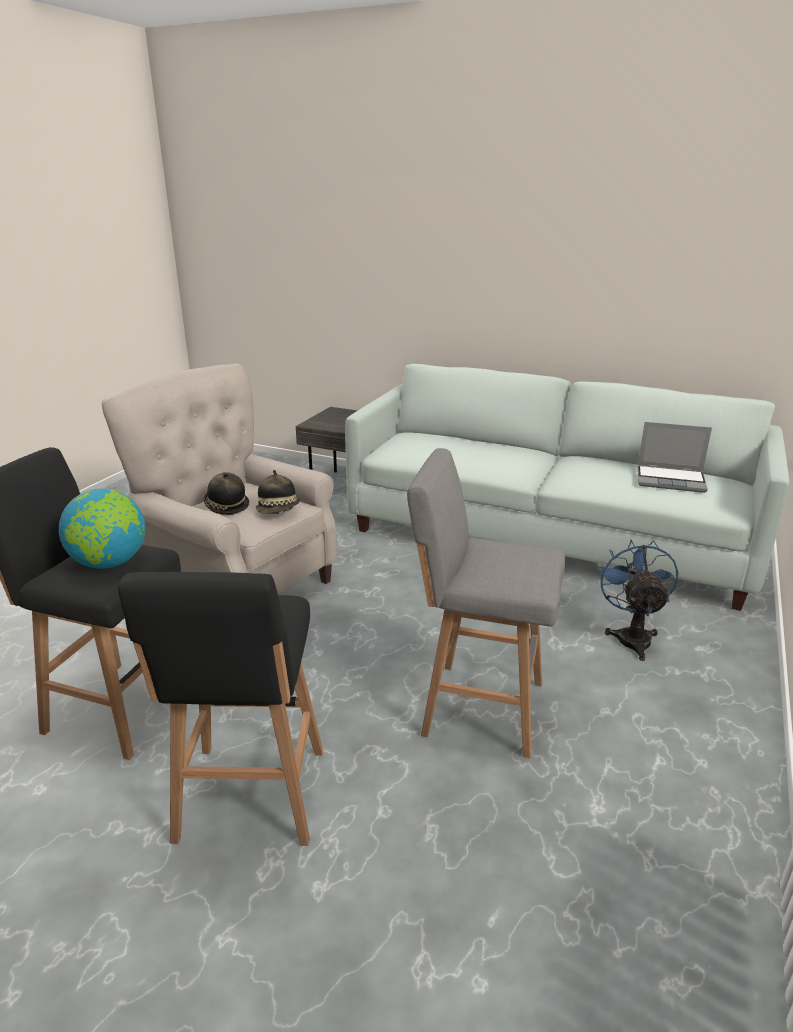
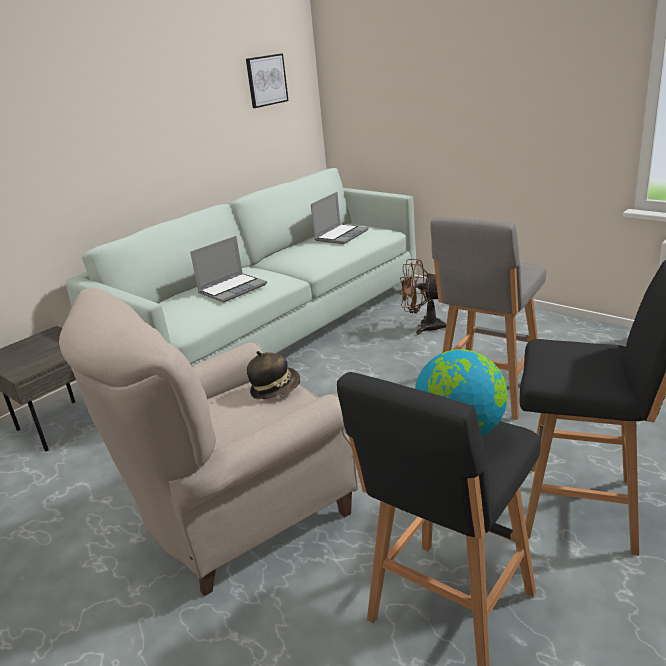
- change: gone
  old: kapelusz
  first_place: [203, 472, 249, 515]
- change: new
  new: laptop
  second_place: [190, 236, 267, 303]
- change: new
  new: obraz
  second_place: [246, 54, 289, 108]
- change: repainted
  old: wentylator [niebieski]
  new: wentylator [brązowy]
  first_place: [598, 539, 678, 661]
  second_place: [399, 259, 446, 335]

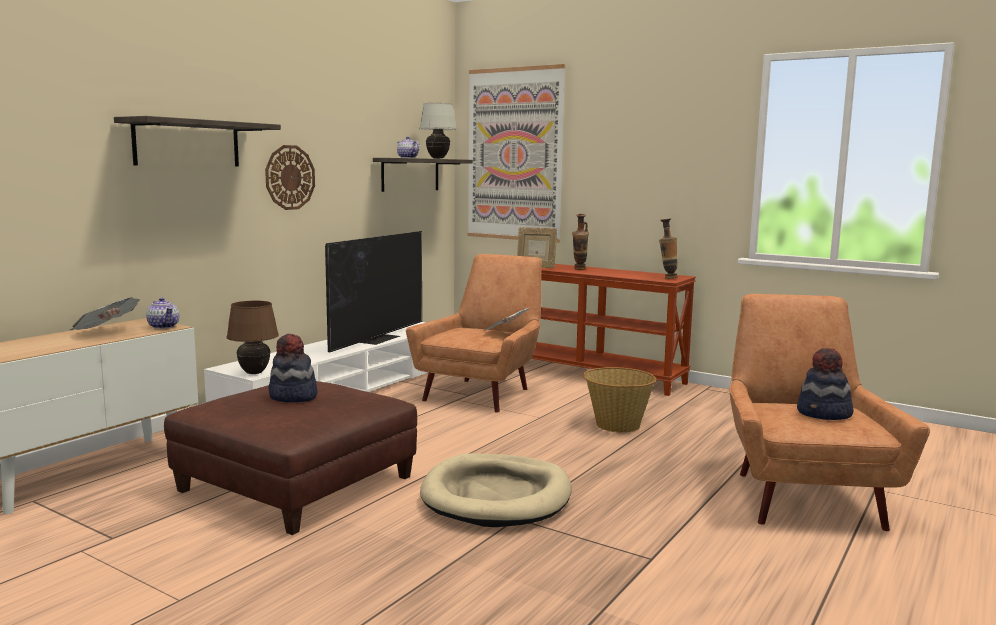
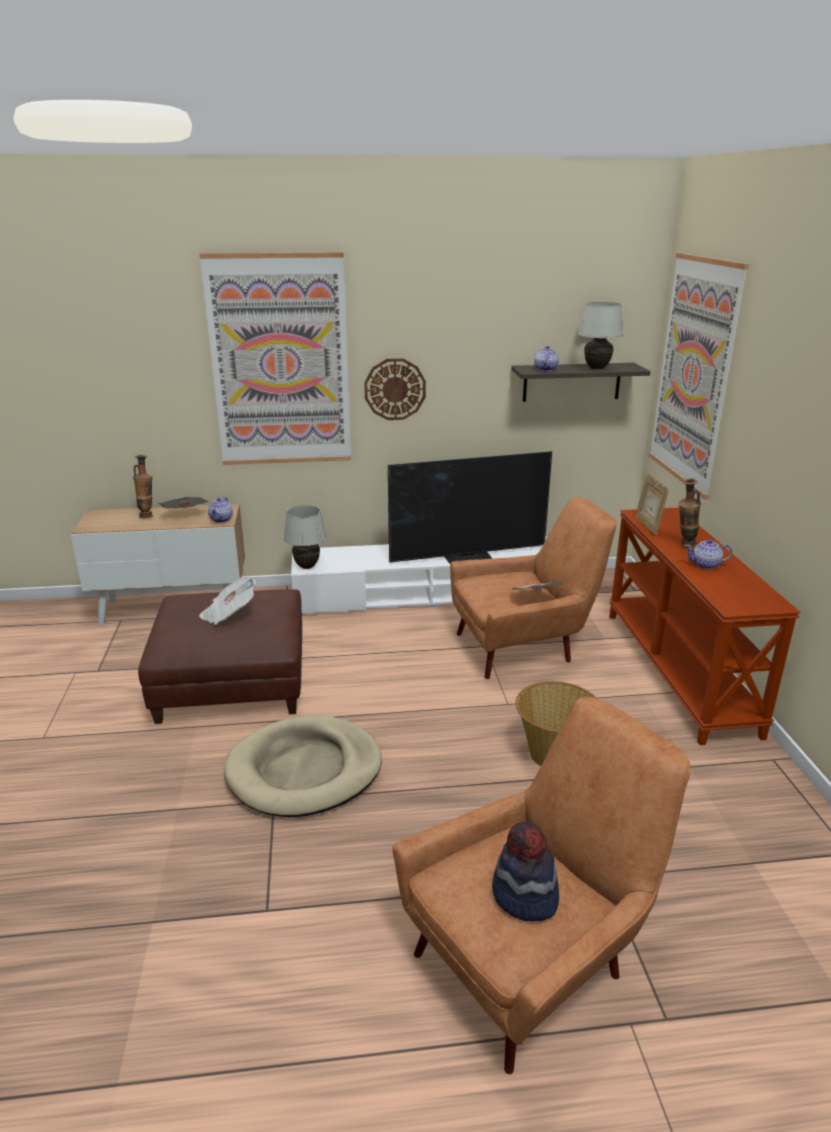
- change: new
  new: imbryk
  second_place: [685, 539, 732, 569]
- change: shifted
  old: wazon
  first_place: [659, 218, 678, 279]
  second_place: [133, 455, 153, 518]
- change: swapped
  old: półka
  new: obraz
  first_place: [114, 116, 281, 166]
  second_place: [199, 252, 351, 465]
- change: swapped
  old: kapelusz
  new: gazeta
  first_place: [268, 334, 317, 403]
  second_place: [199, 578, 257, 625]
- change: repainted
  old: lampa stołowa [brązowy]
  new: lampa stołowa [biały]
  first_place: [227, 301, 279, 374]
  second_place: [284, 505, 327, 569]

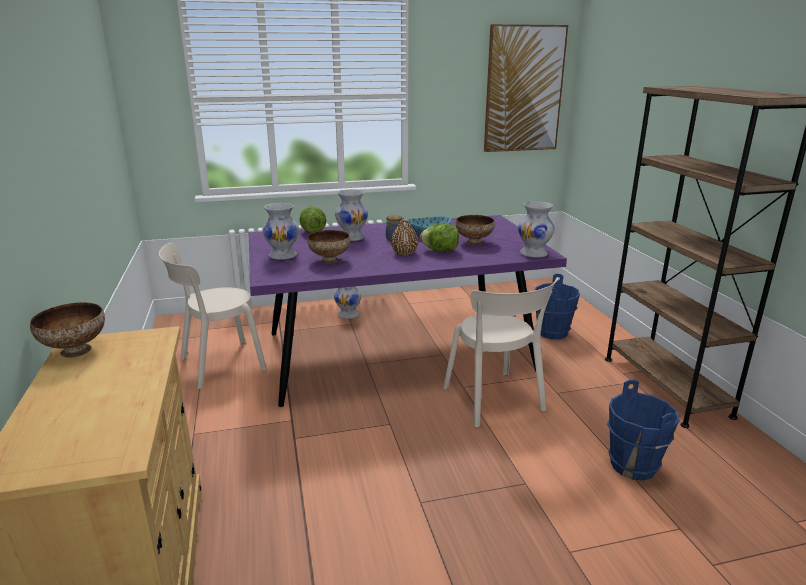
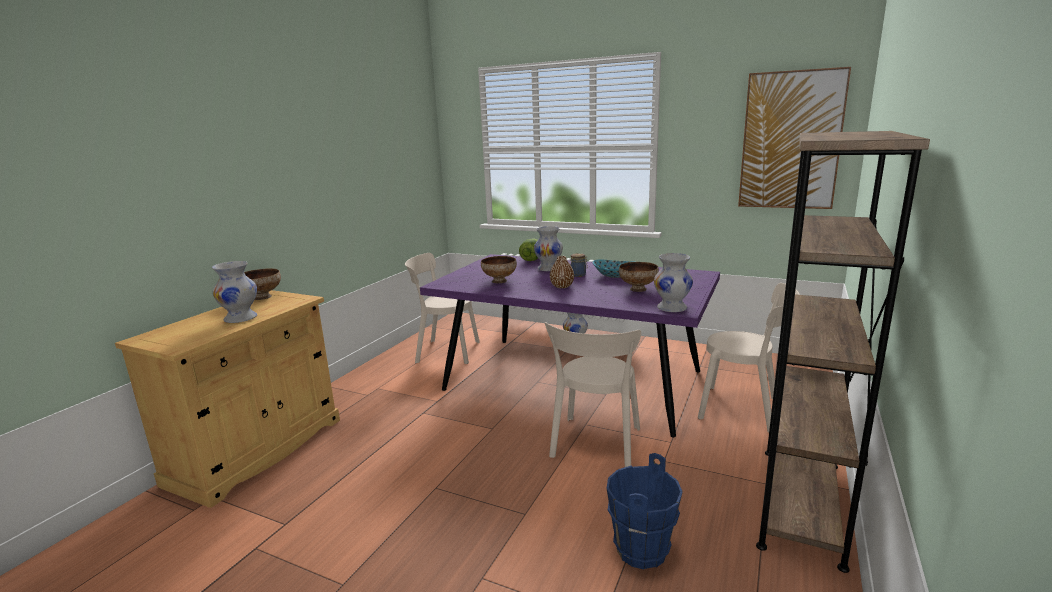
- change: gone
  old: sałata
  first_place: [420, 223, 459, 252]
- change: shifted
  old: wazon [biały]
  first_place: [262, 203, 299, 260]
  second_place: [212, 261, 257, 323]
- change: swapped
  old: wiadro [niebieski]
  new: krzesło [beżowy]
  first_place: [534, 274, 580, 339]
  second_place: [698, 283, 800, 432]

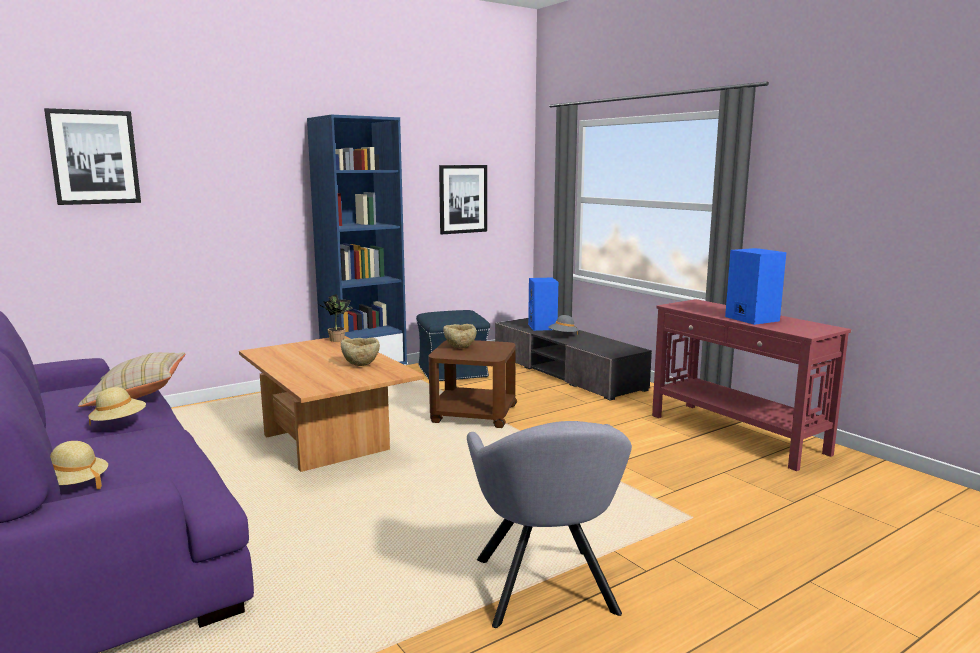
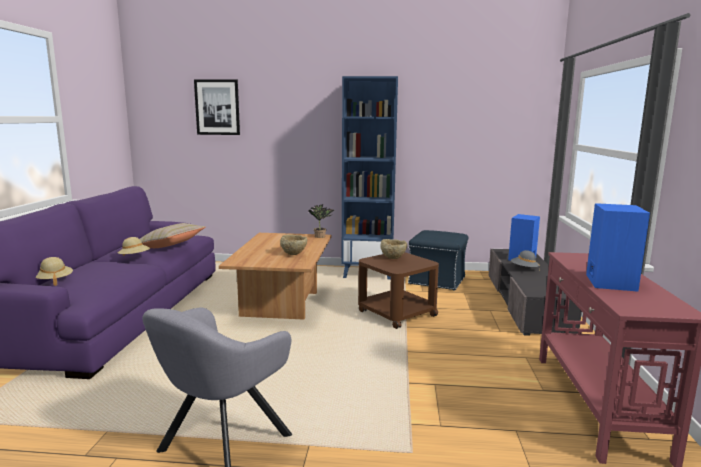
- change: gone
  old: obraz
  first_place: [439, 165, 487, 234]

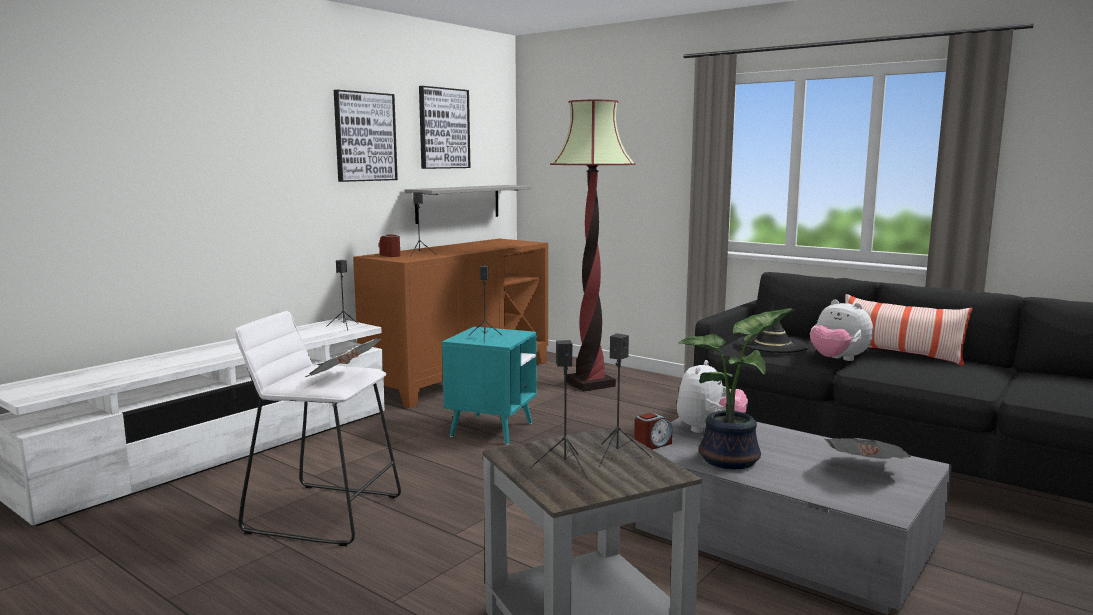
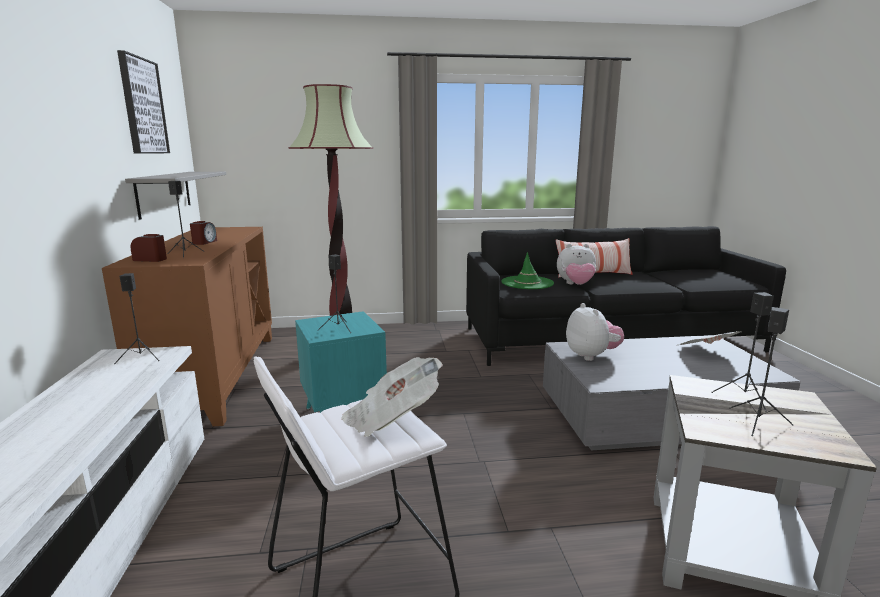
- change: gone
  old: obraz
  first_place: [334, 90, 398, 182]
- change: gone
  old: roślina doniczkowa
  first_place: [678, 308, 796, 469]
- change: shifted
  old: budzik
  first_place: [635, 412, 672, 450]
  second_place: [190, 221, 217, 245]
- change: repainted
  old: kapelusz [czarny]
  new: kapelusz [zielony]
  first_place: [737, 303, 810, 353]
  second_place: [501, 252, 554, 289]

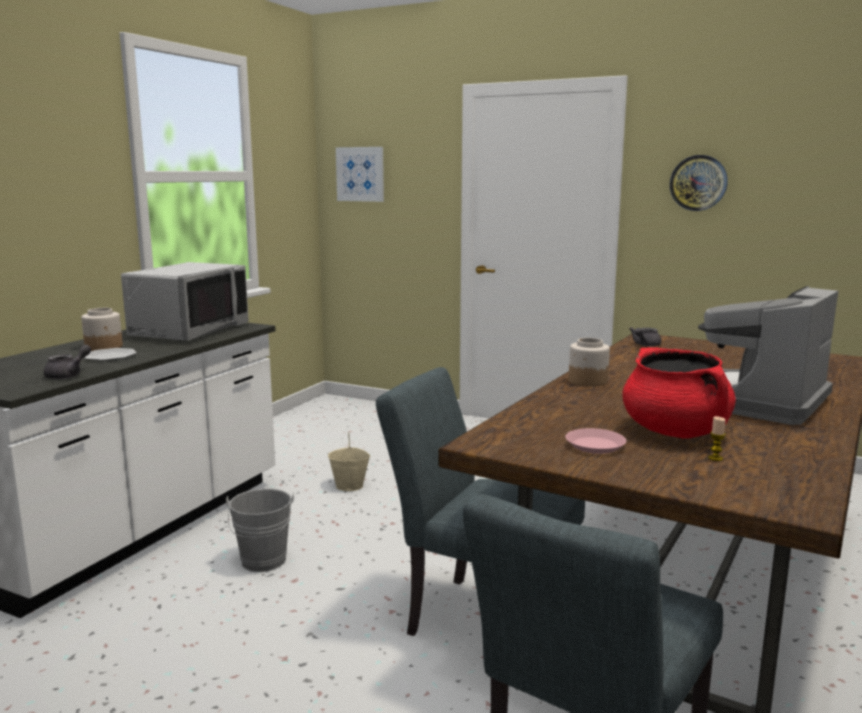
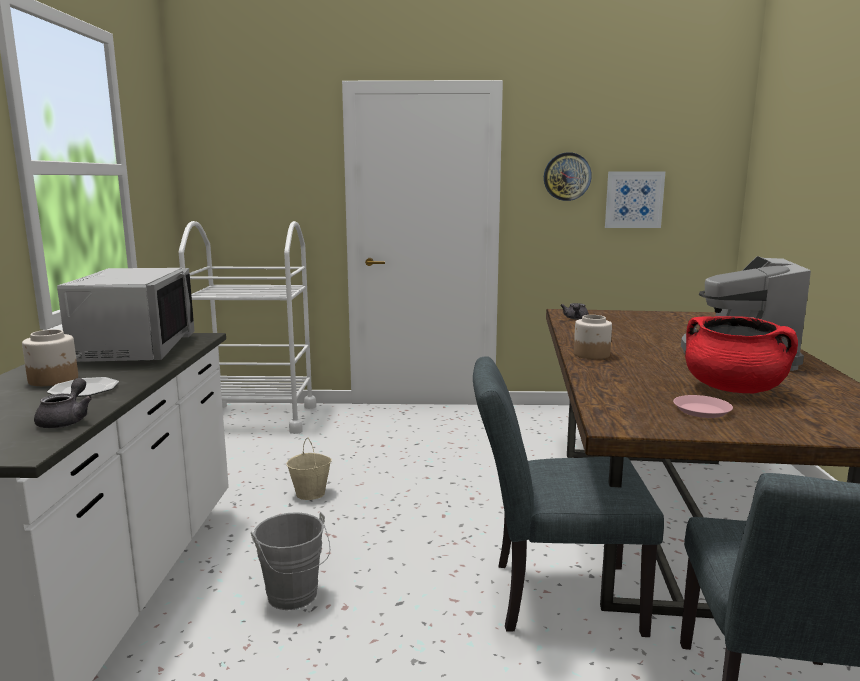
- change: gone
  old: świeca
  first_place: [708, 416, 726, 461]
- change: new
  new: wózek [biały]
  second_place: [179, 221, 316, 434]
- change: shifted
  old: obraz
  first_place: [336, 147, 384, 202]
  second_place: [605, 172, 665, 228]

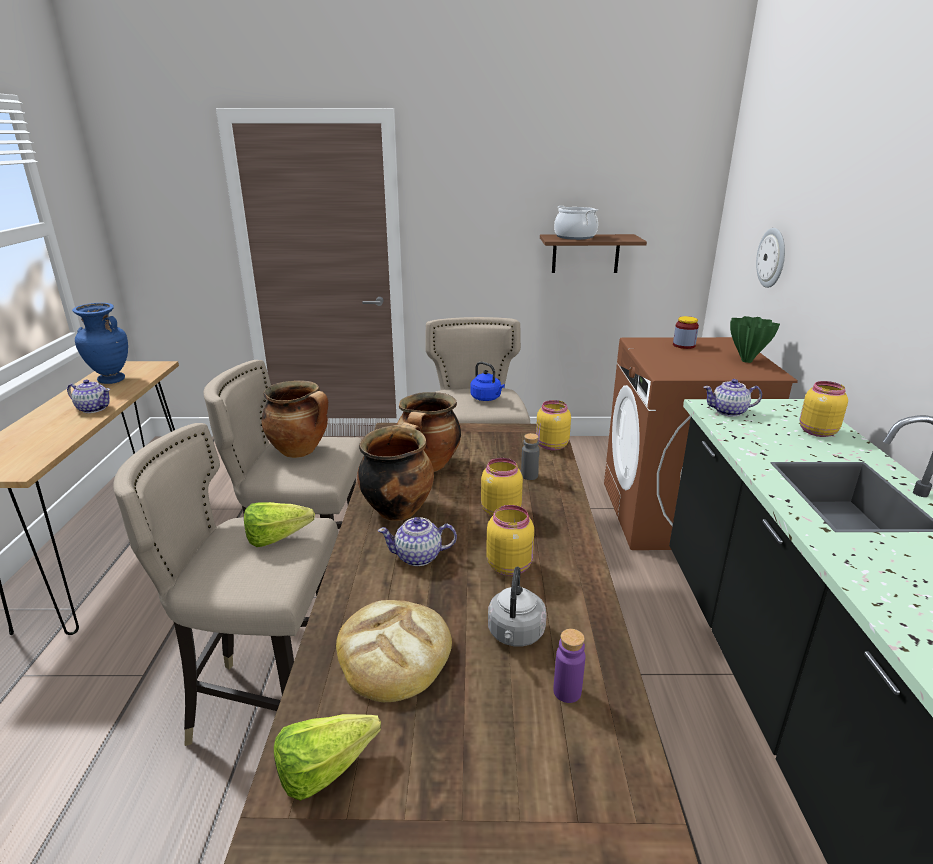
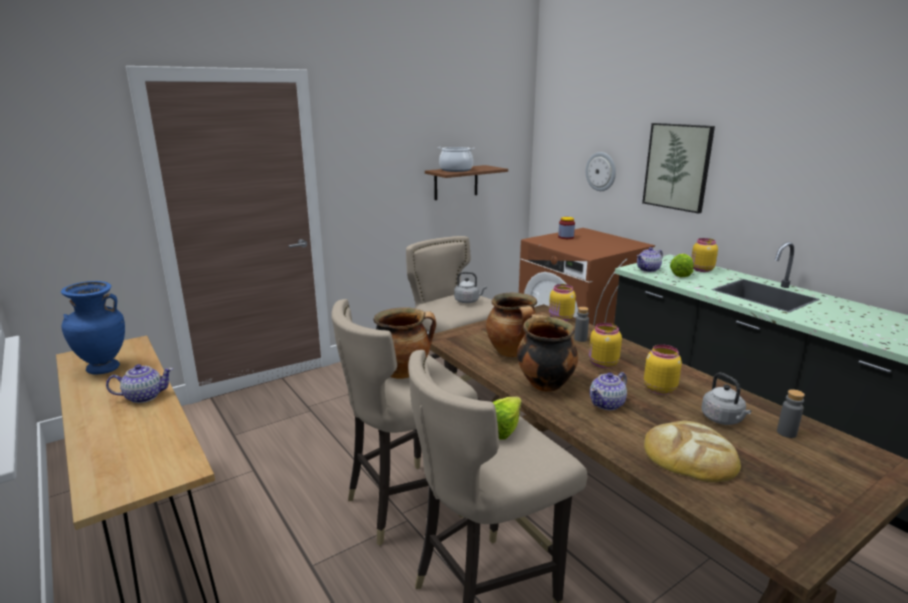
- change: gone
  old: wazon [zielony]
  first_place: [730, 316, 780, 363]
- change: new
  new: obraz
  second_place: [642, 123, 715, 214]
- change: shifted
  old: sałata
  first_place: [274, 714, 381, 801]
  second_place: [670, 254, 694, 277]
- change: repainted
  old: czajnik [niebieski]
  new: czajnik [szary]
  first_place: [470, 362, 505, 401]
  second_place: [454, 272, 487, 303]
- change: repainted
  old: butelka [fioletowy]
  new: butelka [szary]
  first_place: [553, 629, 585, 703]
  second_place: [777, 389, 805, 438]

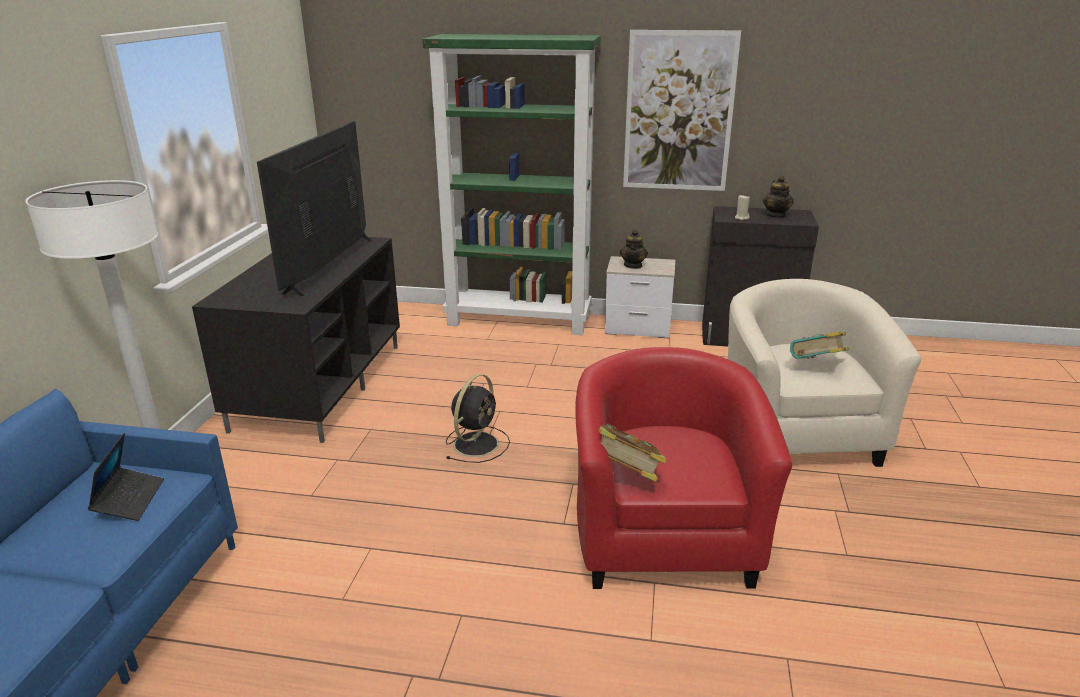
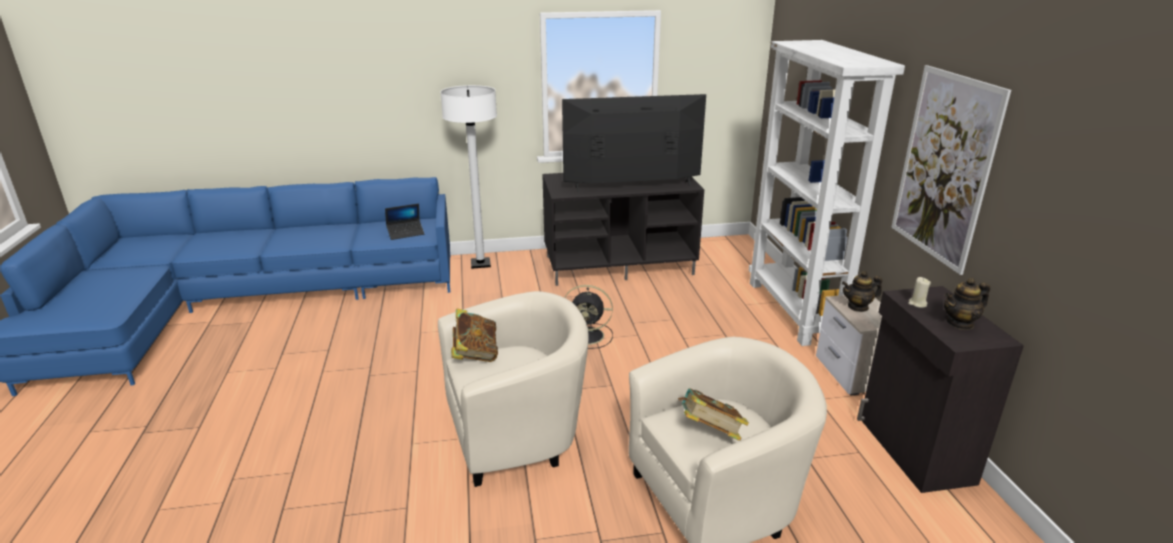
- change: repainted
  old: regał [zielony]
  new: regał [biały]
  first_place: [422, 34, 601, 335]
  second_place: [748, 40, 905, 346]
- change: repainted
  old: fotel [czerwony]
  new: fotel [beżowy]
  first_place: [575, 347, 792, 589]
  second_place: [438, 291, 589, 487]

